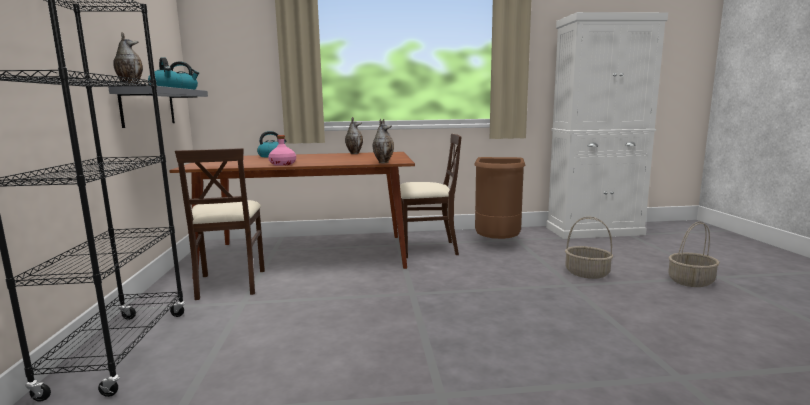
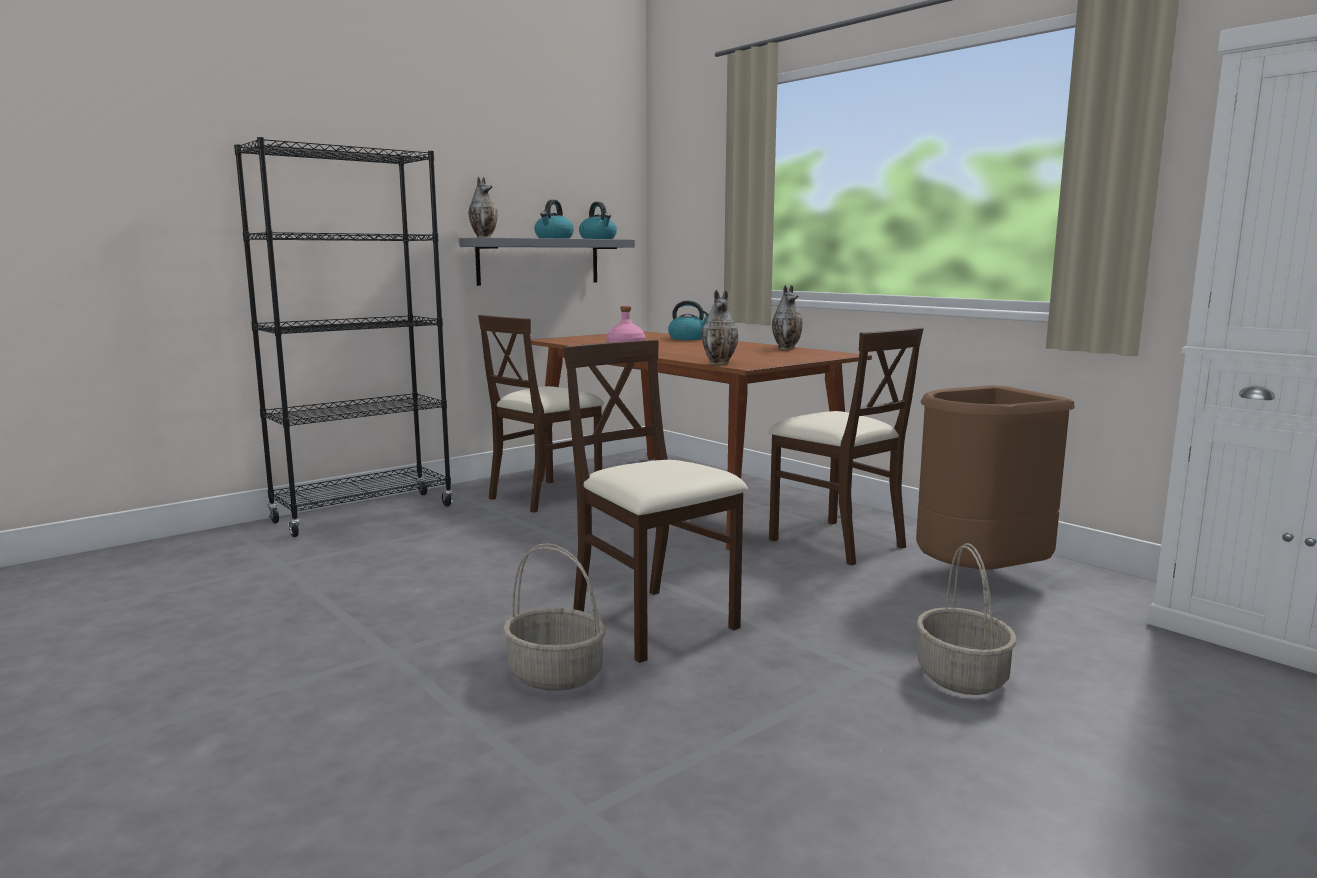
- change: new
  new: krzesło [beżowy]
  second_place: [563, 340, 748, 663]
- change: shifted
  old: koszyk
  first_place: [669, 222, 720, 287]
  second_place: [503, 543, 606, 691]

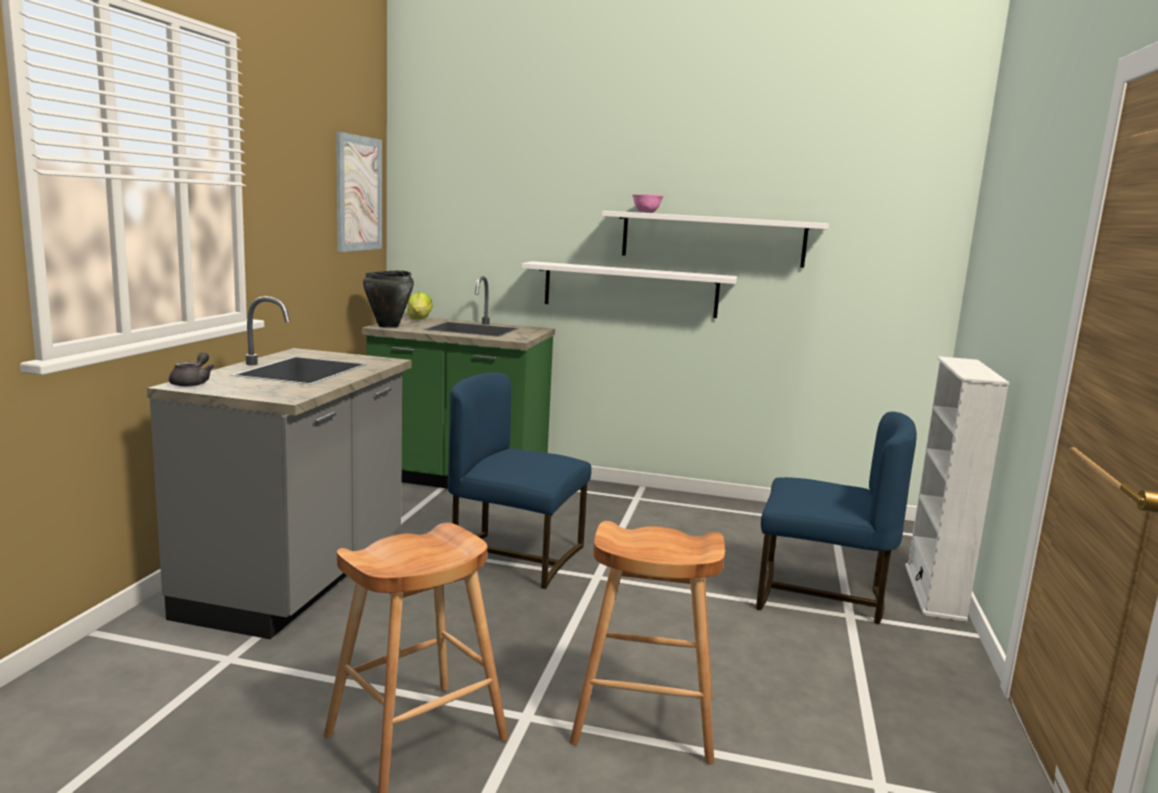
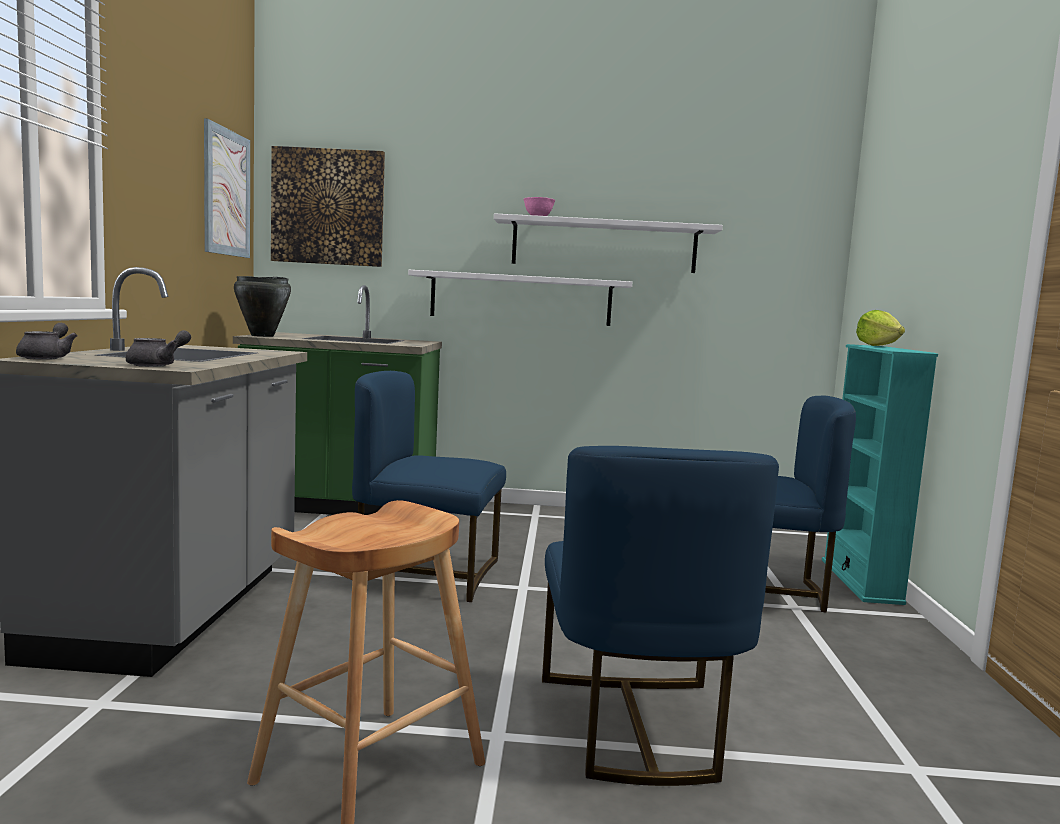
- change: new
  new: imbryk [szary]
  second_place: [126, 330, 191, 367]
- change: new
  new: obraz
  second_place: [271, 146, 385, 267]
- change: shifted
  old: sałata
  first_place: [407, 292, 433, 320]
  second_place: [856, 310, 905, 346]
- change: swapped
  old: stołek [brązowy]
  new: krzesło [niebieski]
  first_place: [570, 521, 725, 764]
  second_place: [542, 446, 779, 786]
- change: repainted
  old: regał [biały]
  new: regał [turkusowy]
  first_place: [905, 356, 1010, 622]
  second_place: [822, 344, 938, 605]

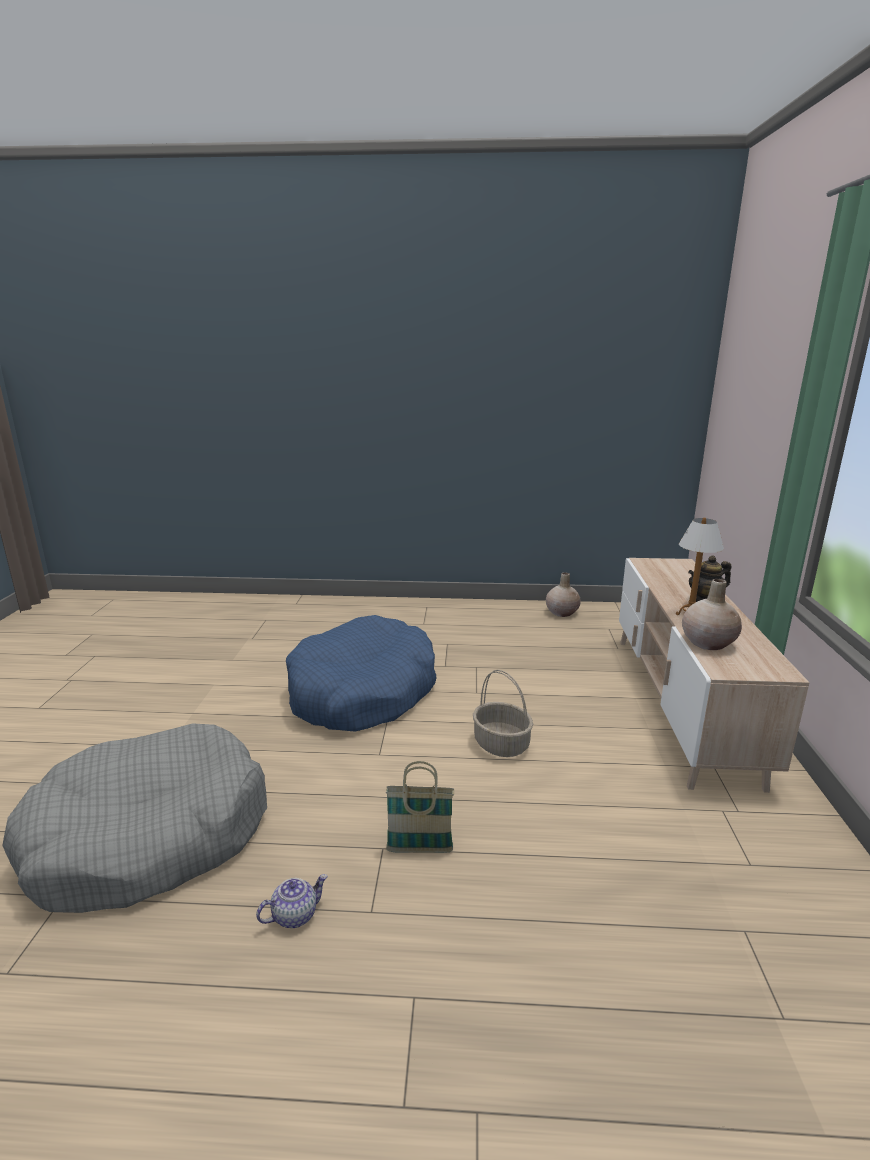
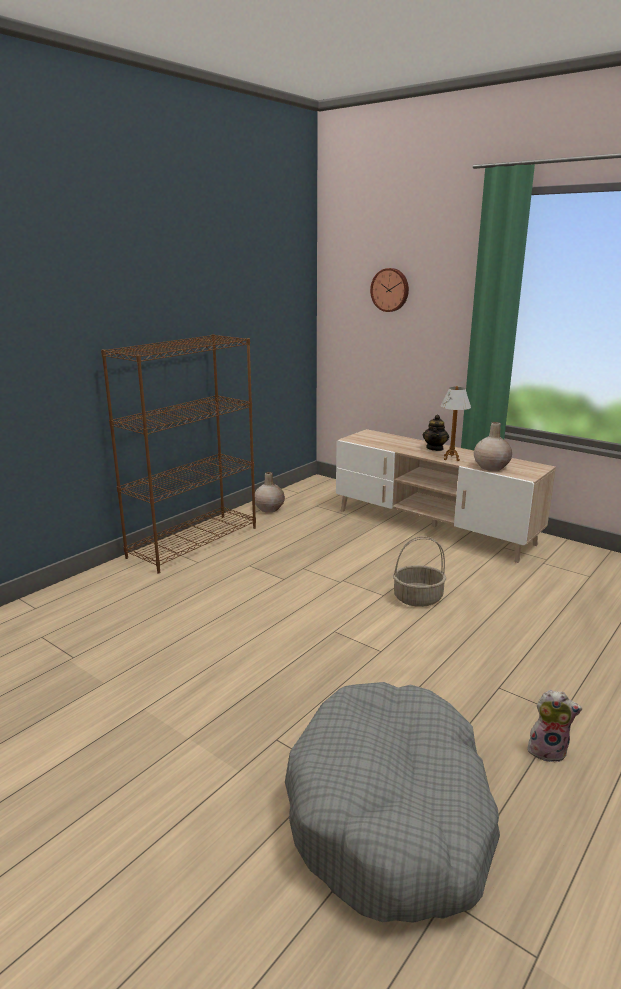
- change: gone
  old: legowisko [niebieski]
  first_place: [286, 615, 436, 731]
- change: gone
  old: koszyk
  first_place: [386, 761, 454, 853]
- change: new
  new: regał [brązowy]
  second_place: [101, 334, 256, 574]
- change: new
  new: zegar ścienny
  second_place: [370, 268, 409, 312]
- change: swapped
  old: imbryk
  new: pluszak
  first_place: [256, 874, 328, 928]
  second_place: [528, 690, 582, 762]

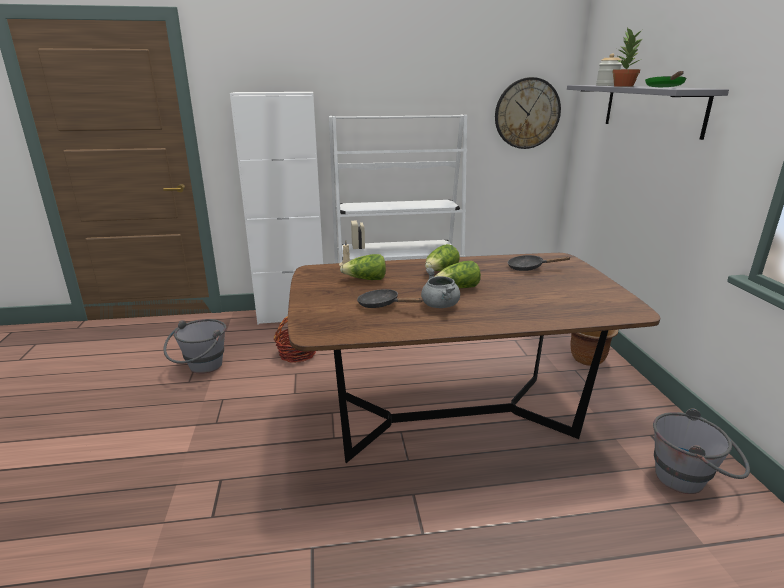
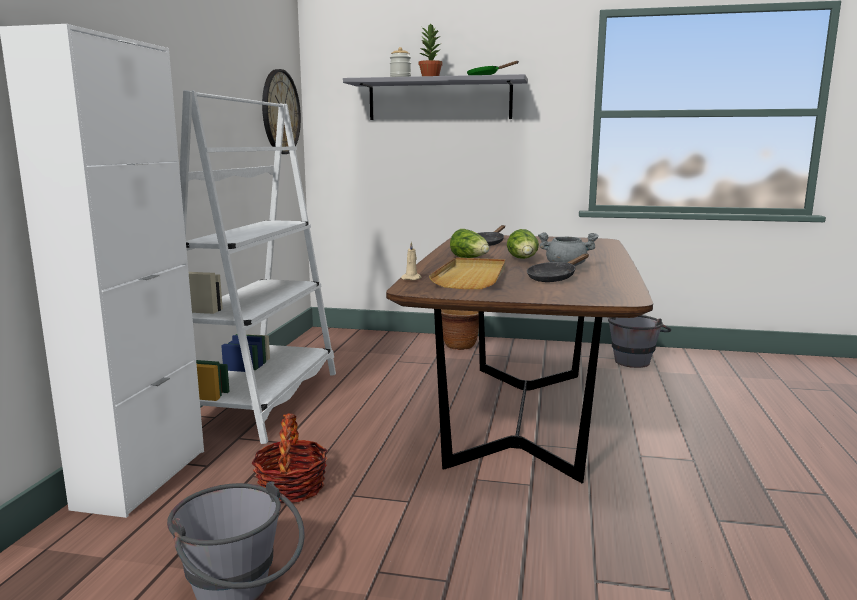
- change: swapped
  old: sałata
  new: taca [beżowy]
  first_place: [340, 254, 386, 280]
  second_place: [429, 257, 505, 289]

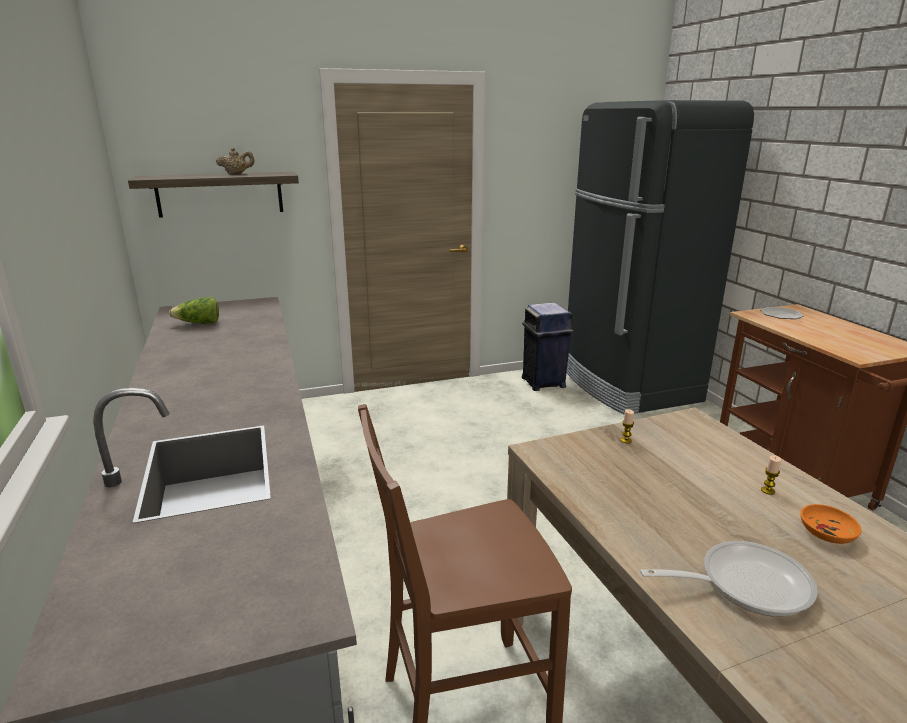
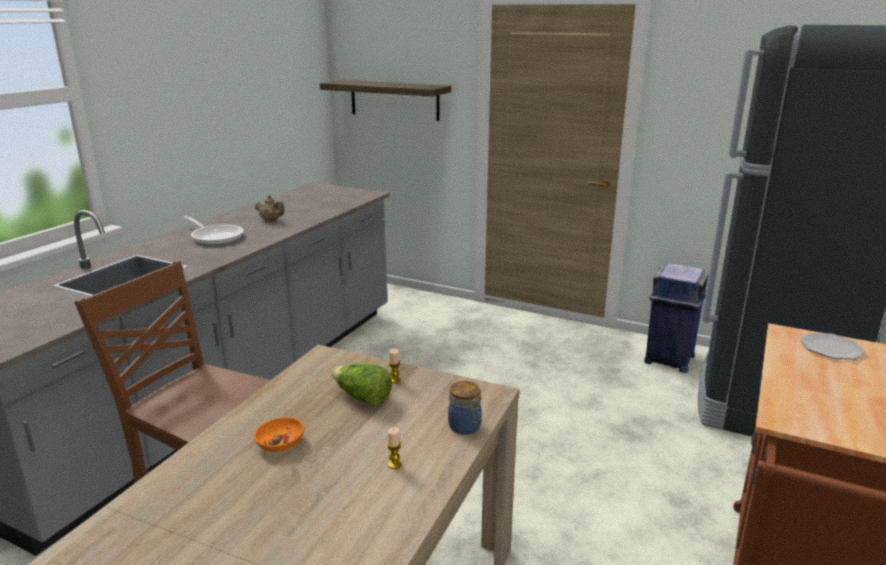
- change: new
  new: słoik
  second_place: [448, 381, 482, 435]
- change: shifted
  old: sałata
  first_place: [169, 297, 219, 324]
  second_place: [332, 363, 392, 406]
- change: shifted
  old: imbryk [beżowy]
  first_place: [216, 147, 254, 175]
  second_place: [255, 195, 285, 221]
- change: shifted
  old: patelnia
  first_place: [640, 541, 818, 617]
  second_place: [184, 216, 244, 245]
- change: shifted
  old: miska [pomarańczowy]
  first_place: [801, 504, 861, 544]
  second_place: [254, 417, 304, 452]

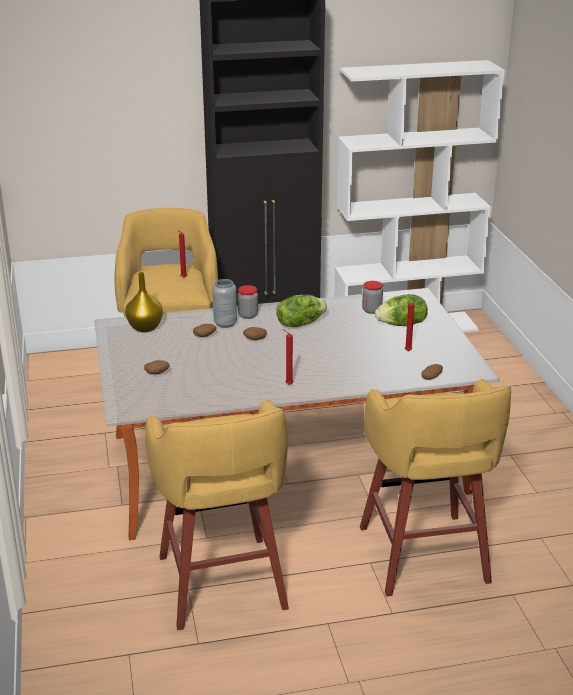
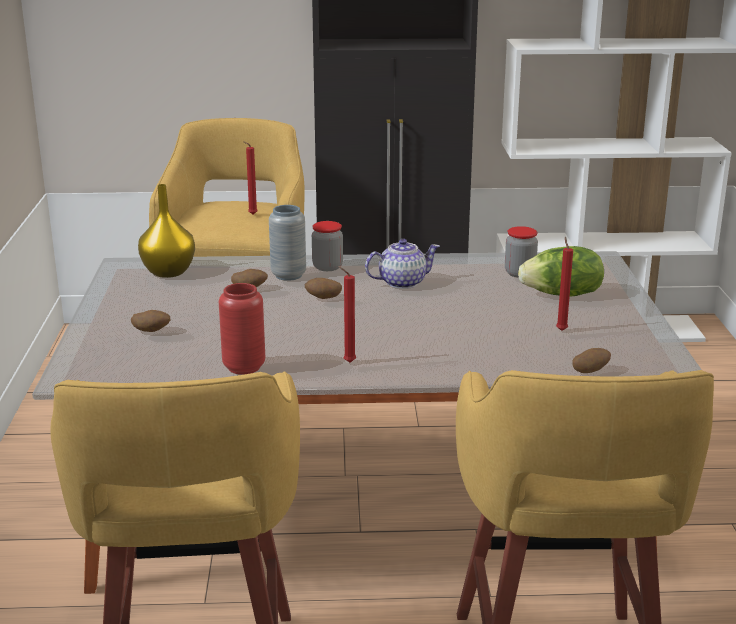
- change: new
  new: wazon [czerwony]
  second_place: [219, 283, 265, 375]
- change: swapped
  old: sałata
  new: imbryk
  first_place: [276, 295, 327, 327]
  second_place: [365, 239, 440, 289]

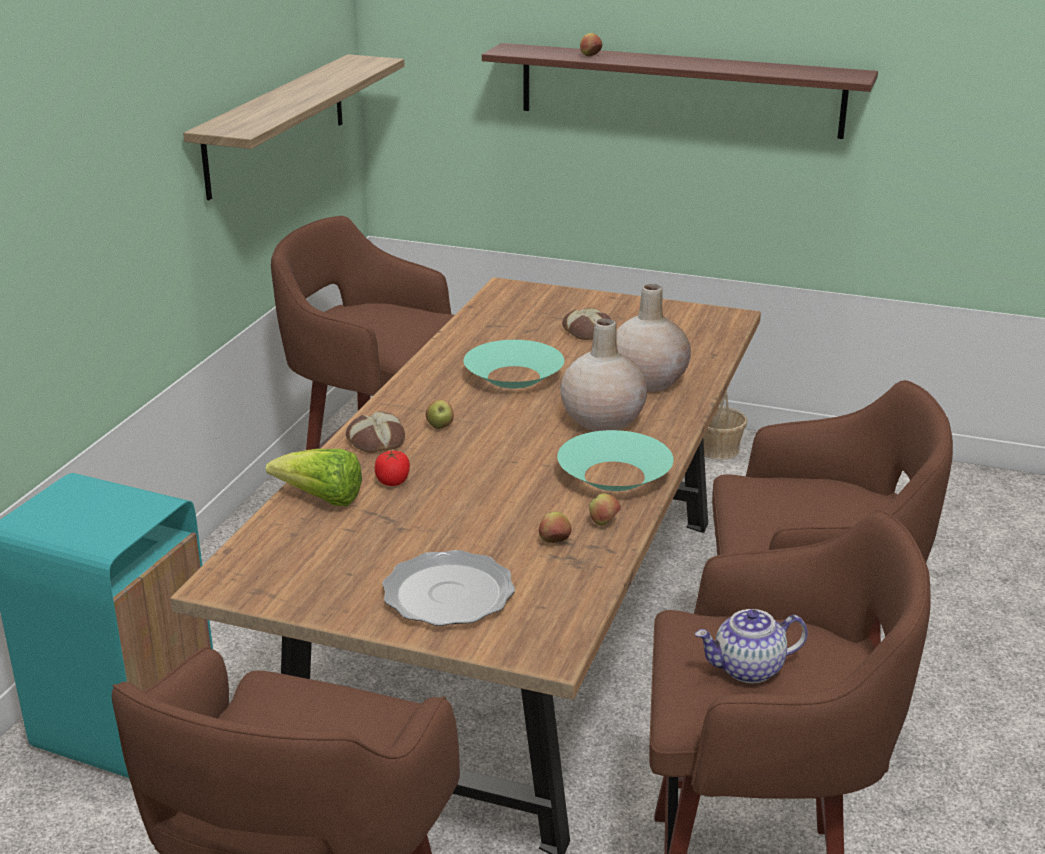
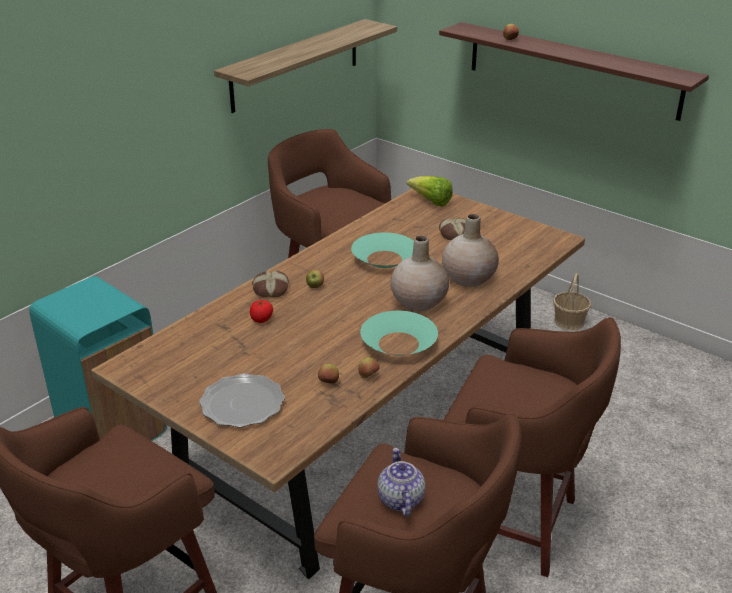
- change: shifted
  old: sałata
  first_place: [266, 449, 362, 506]
  second_place: [407, 176, 453, 207]
- change: rotated
  old: imbryk
  first_place: [695, 609, 808, 683]
  second_place: [377, 448, 425, 517]
  degrees: 75

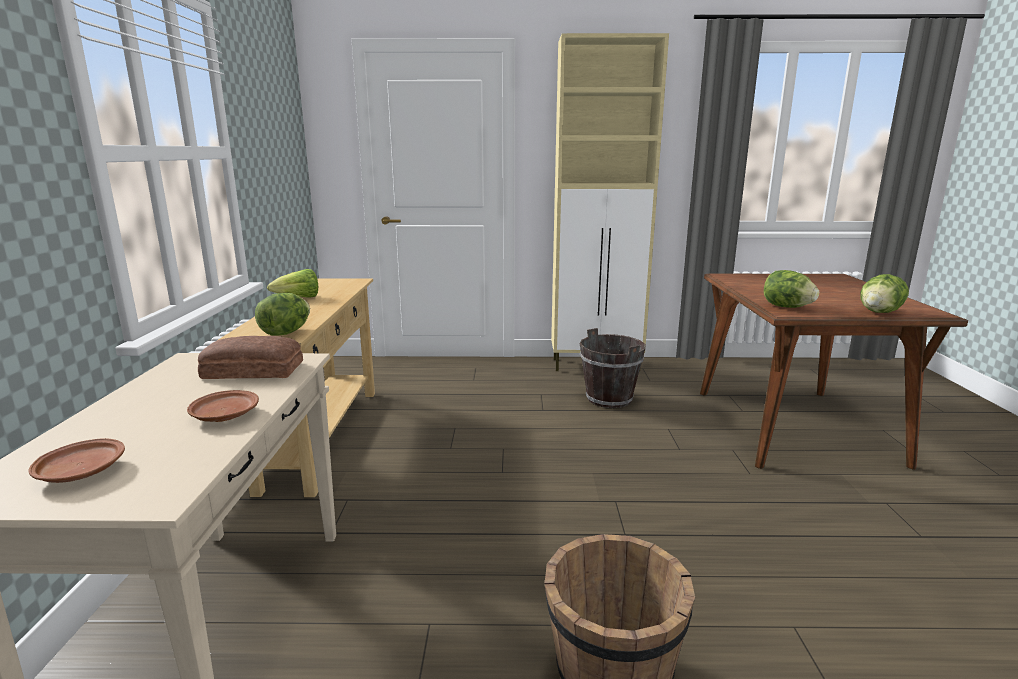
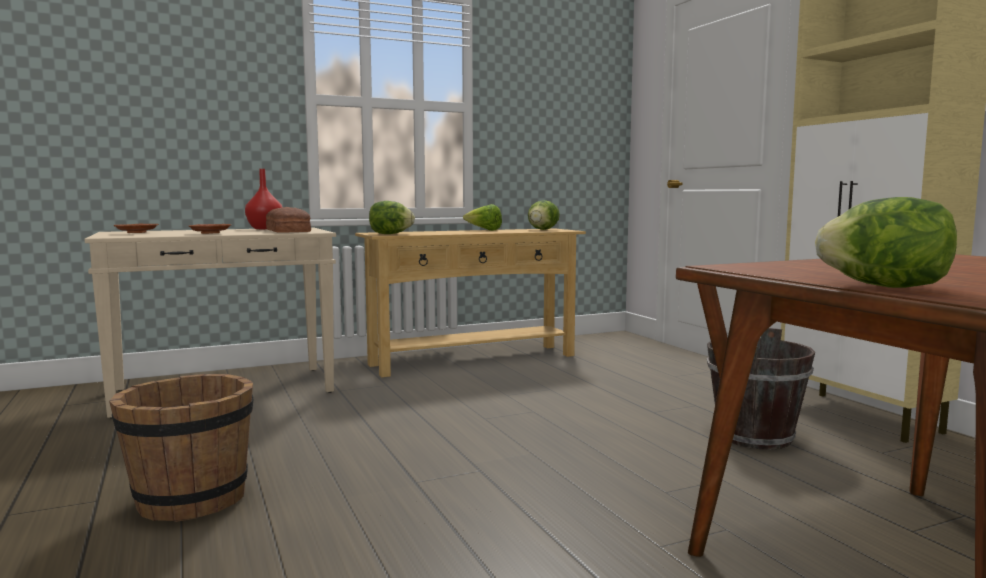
- change: new
  new: wazon [czerwony]
  second_place: [245, 169, 282, 229]
- change: shifted
  old: sałata
  first_place: [764, 270, 819, 308]
  second_place: [528, 200, 560, 230]

